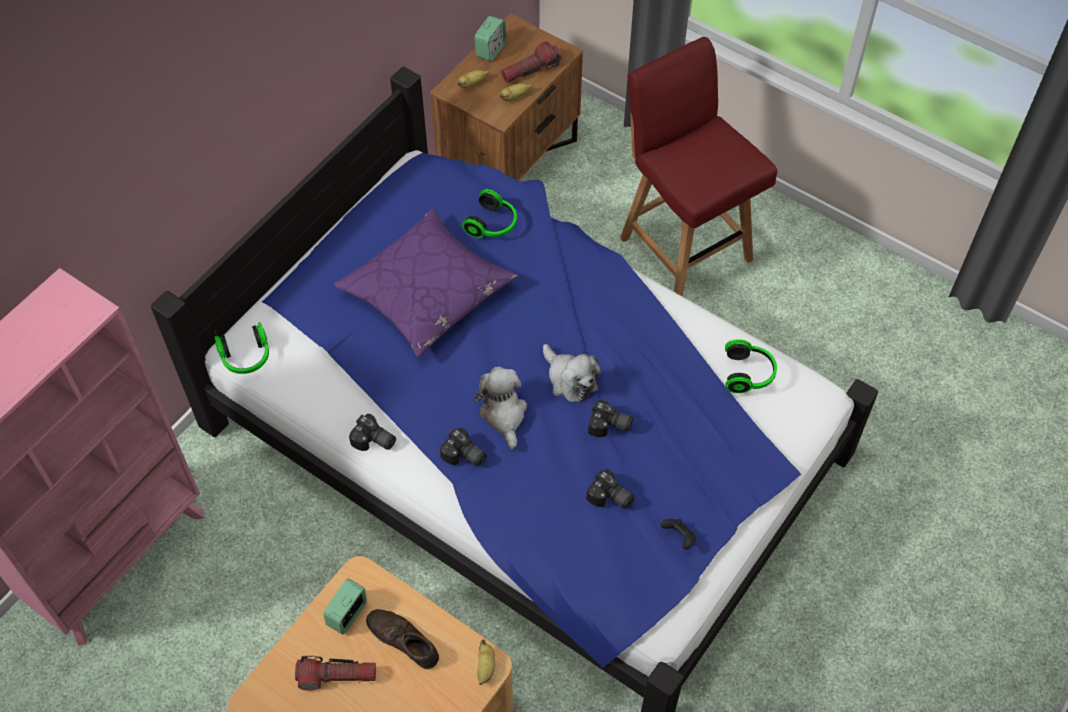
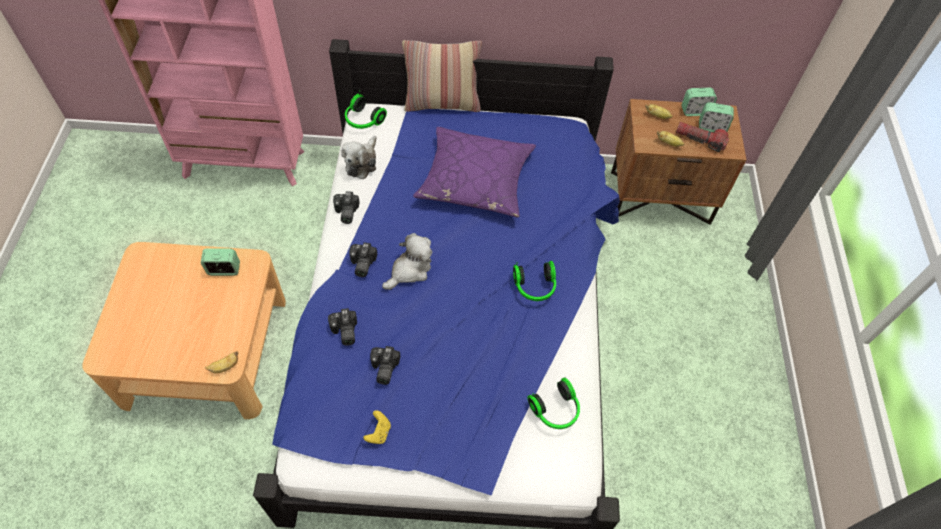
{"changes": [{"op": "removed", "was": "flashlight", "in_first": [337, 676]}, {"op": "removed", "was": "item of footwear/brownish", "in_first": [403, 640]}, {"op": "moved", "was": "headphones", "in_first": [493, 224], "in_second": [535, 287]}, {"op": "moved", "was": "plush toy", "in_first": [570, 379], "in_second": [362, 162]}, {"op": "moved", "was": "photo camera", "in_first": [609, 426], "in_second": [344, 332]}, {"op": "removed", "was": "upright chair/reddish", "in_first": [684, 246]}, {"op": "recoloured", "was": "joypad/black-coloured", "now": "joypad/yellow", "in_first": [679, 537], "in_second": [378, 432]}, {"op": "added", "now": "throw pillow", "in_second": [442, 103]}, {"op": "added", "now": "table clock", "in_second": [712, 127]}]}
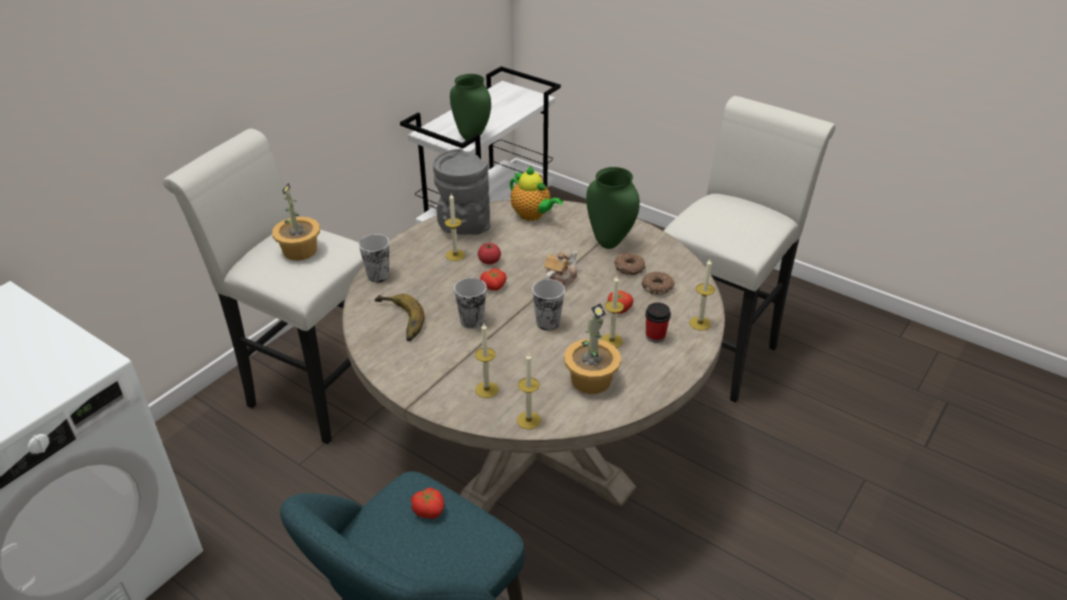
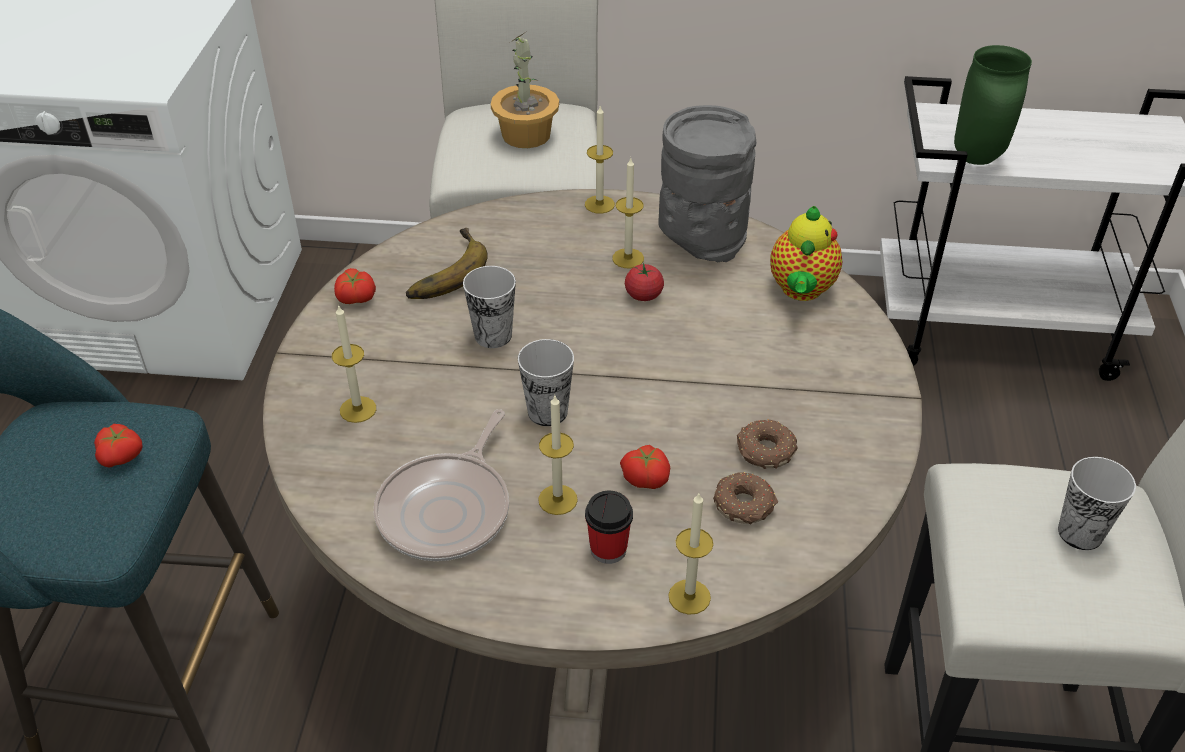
{"changes": [{"op": "moved", "was": "cup", "in_first": [378, 275], "in_second": [1080, 533]}, {"op": "moved", "was": "fresh tomato", "in_first": [494, 287], "in_second": [355, 298]}, {"op": "moved", "was": "wax candle", "in_first": [528, 420], "in_second": [599, 204]}, {"op": "removed", "was": "tea pot", "in_first": [559, 281]}, {"op": "replaced", "was": "plant in a pot", "now": "frying pan", "in_first": [590, 379], "in_second": [448, 509]}, {"op": "removed", "was": "decorative vase/green-coloured", "in_first": [609, 243]}]}
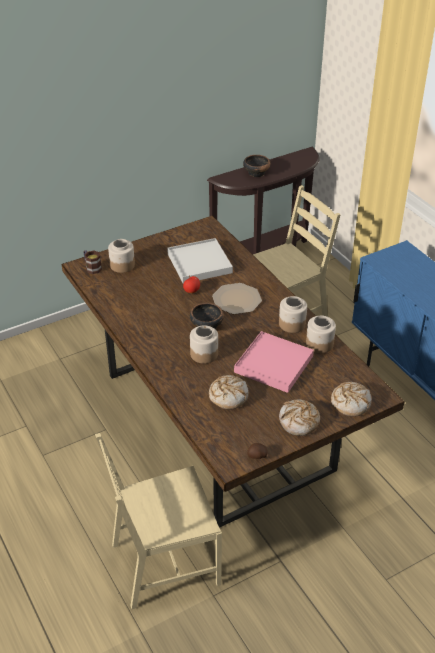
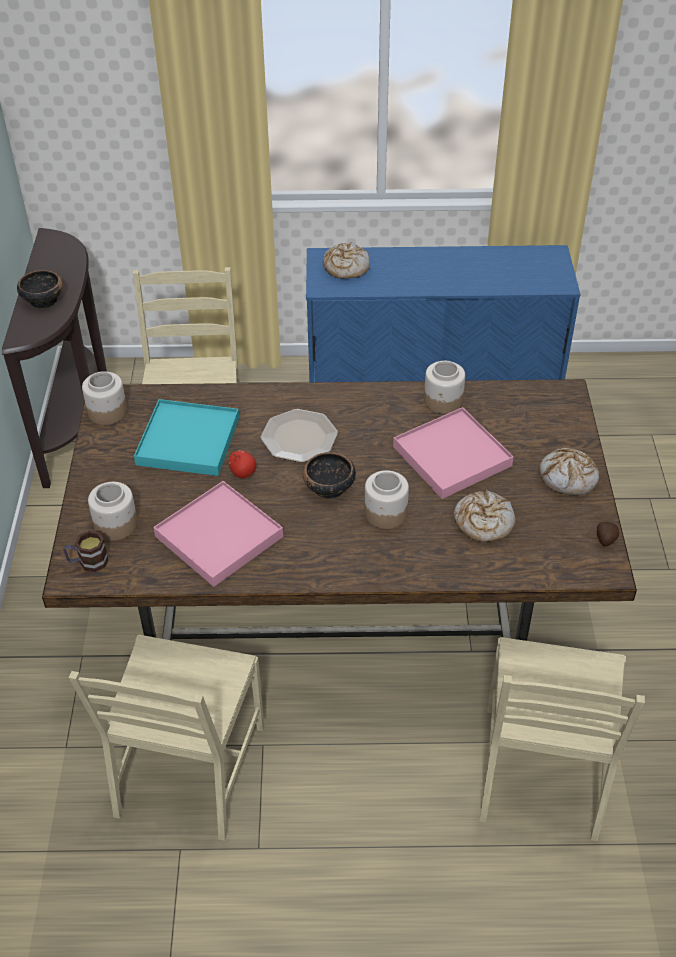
{"changes": [{"op": "recoloured", "was": "tray/whitish", "now": "tray/turquoise", "in_first": [199, 263], "in_second": [188, 441]}, {"op": "moved", "was": "jar", "in_first": [291, 324], "in_second": [107, 412]}, {"op": "moved", "was": "bread", "in_first": [350, 403], "in_second": [345, 267]}, {"op": "added", "now": "upright chair/sand-coloured", "in_second": [189, 771]}, {"op": "added", "now": "tray/pink-coloured", "in_second": [218, 536]}]}
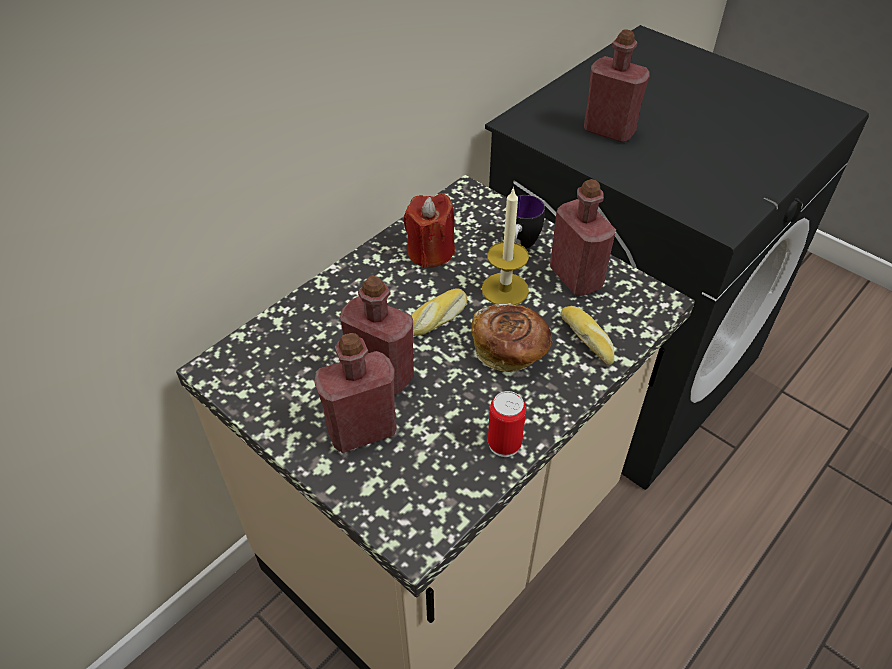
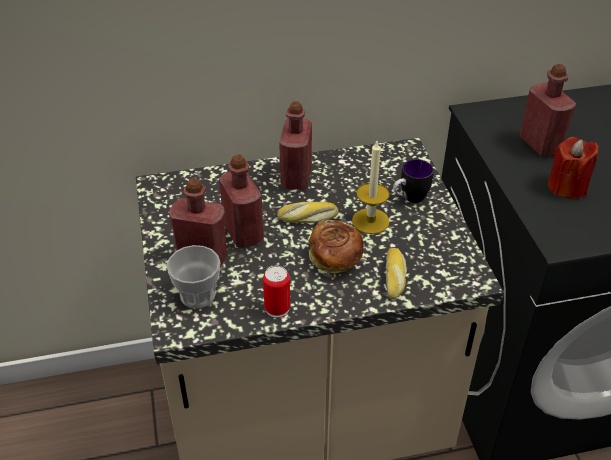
{"changes": [{"op": "moved", "was": "wax candle/reddish", "in_first": [430, 252], "in_second": [567, 187]}, {"op": "moved", "was": "bottle/reddish", "in_first": [576, 277], "in_second": [296, 178]}, {"op": "added", "now": "cup", "in_second": [197, 295]}]}
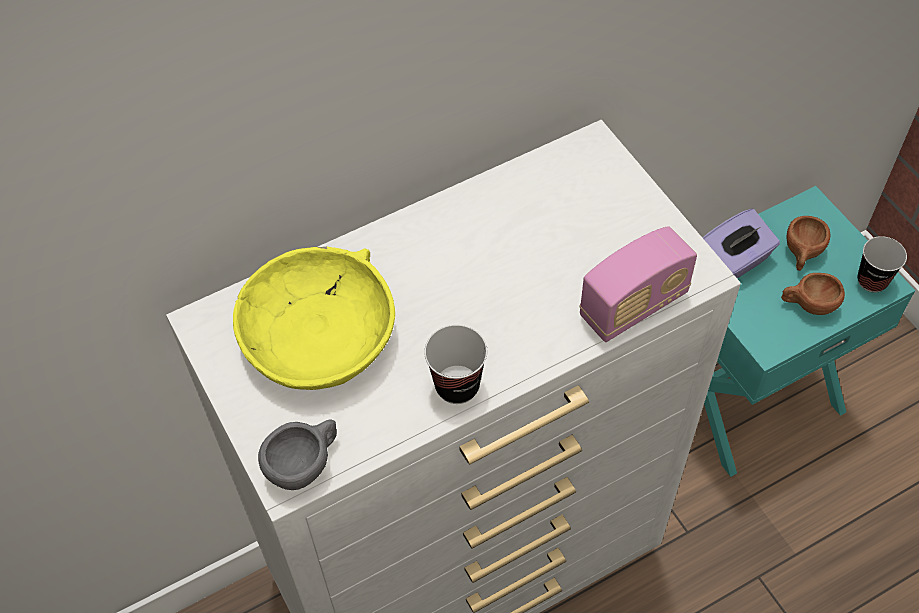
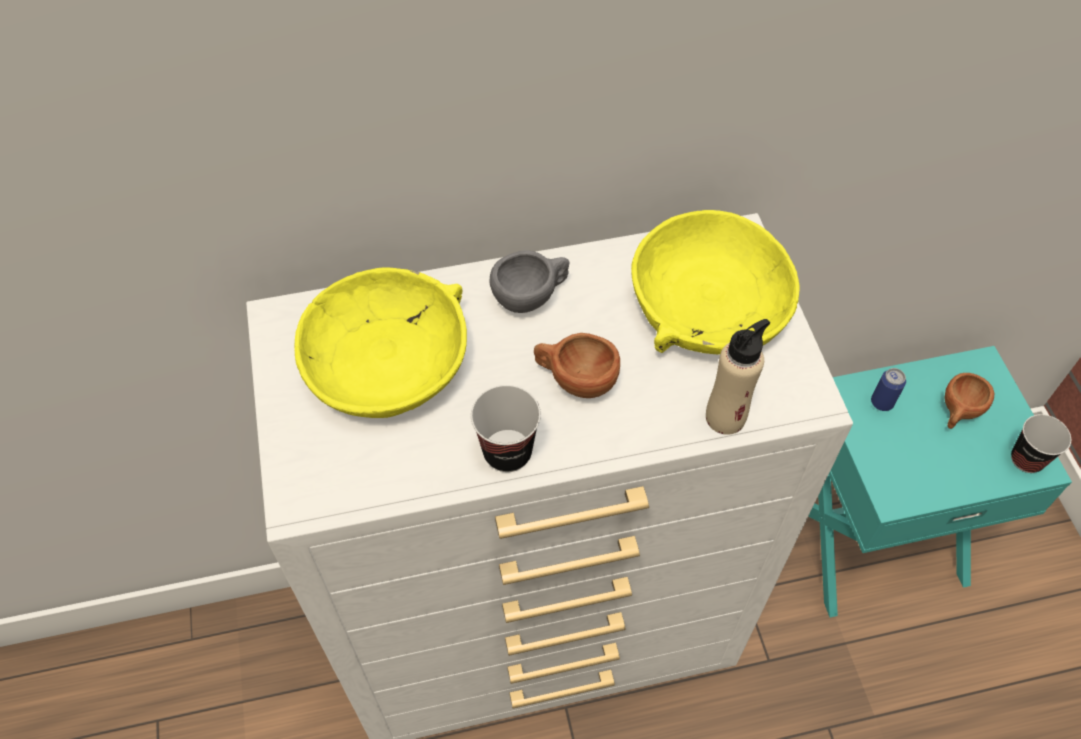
{"changes": [{"op": "moved", "was": "cup/grey", "in_first": [305, 464], "in_second": [532, 296]}, {"op": "replaced", "was": "radio set", "now": "bottle/sand-coloured", "in_first": [633, 306], "in_second": [725, 417]}, {"op": "replaced", "was": "tissue box/purplish", "now": "can", "in_first": [733, 262], "in_second": [882, 402]}, {"op": "moved", "was": "cup/brownish", "in_first": [808, 305], "in_second": [574, 379]}, {"op": "added", "now": "deep dish/yellow", "in_second": [709, 303]}]}
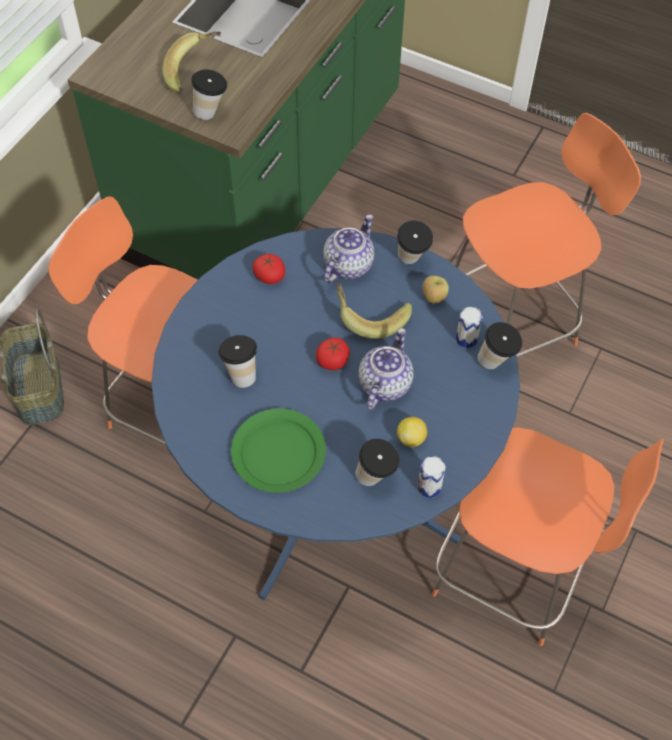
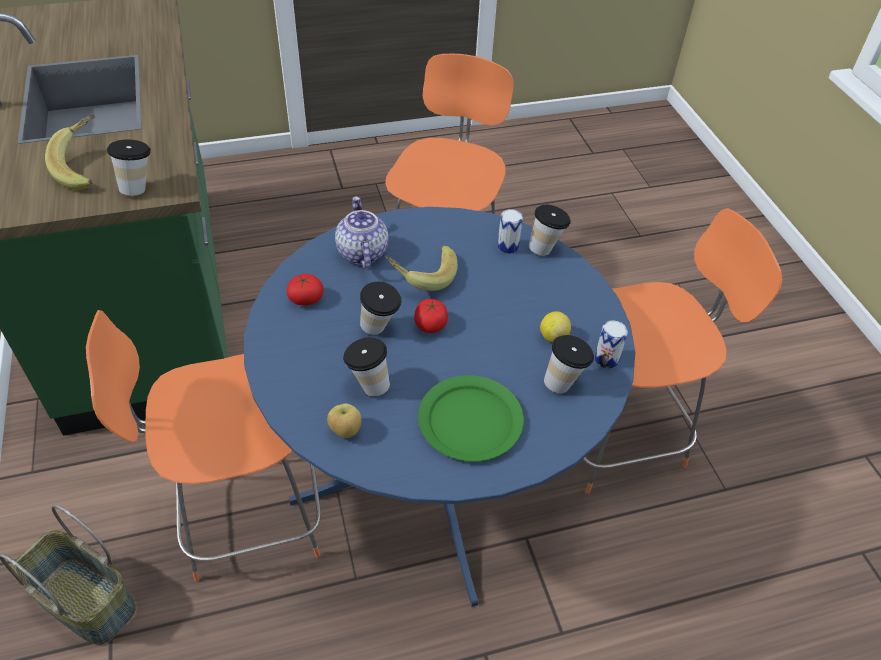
{"changes": [{"op": "removed", "was": "tea pot", "in_first": [384, 383]}, {"op": "moved", "was": "cup", "in_first": [411, 261], "in_second": [380, 329]}, {"op": "moved", "was": "whole apple", "in_first": [433, 298], "in_second": [345, 431]}]}
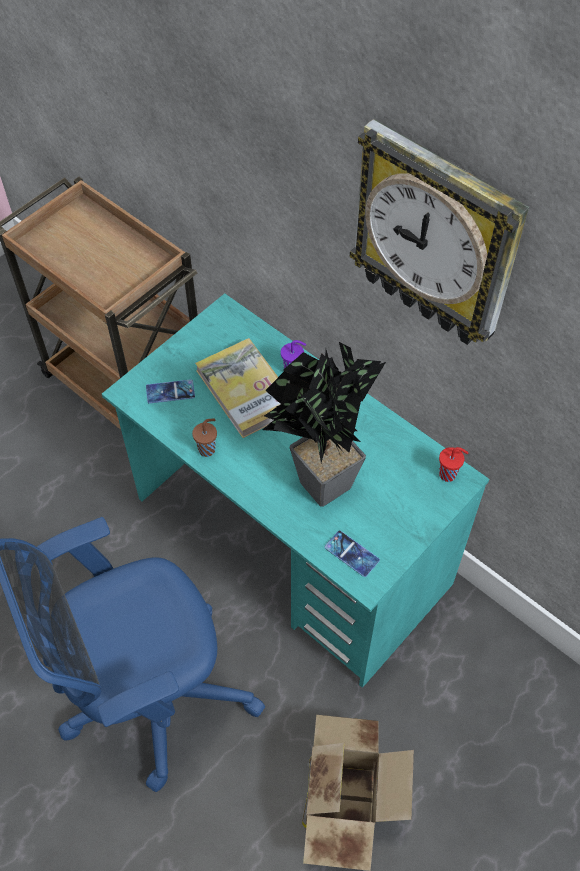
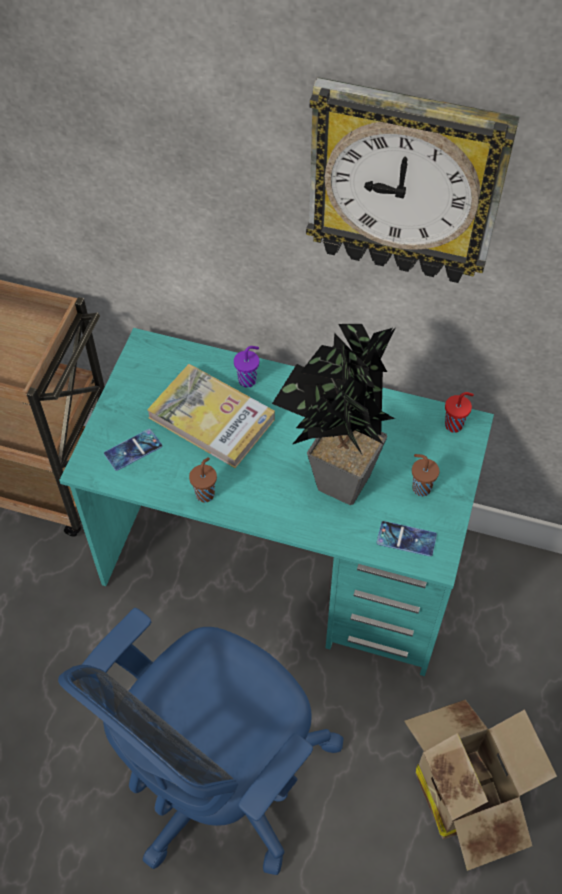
{"changes": [{"op": "added", "now": "cup/brownish", "in_second": [420, 487]}]}
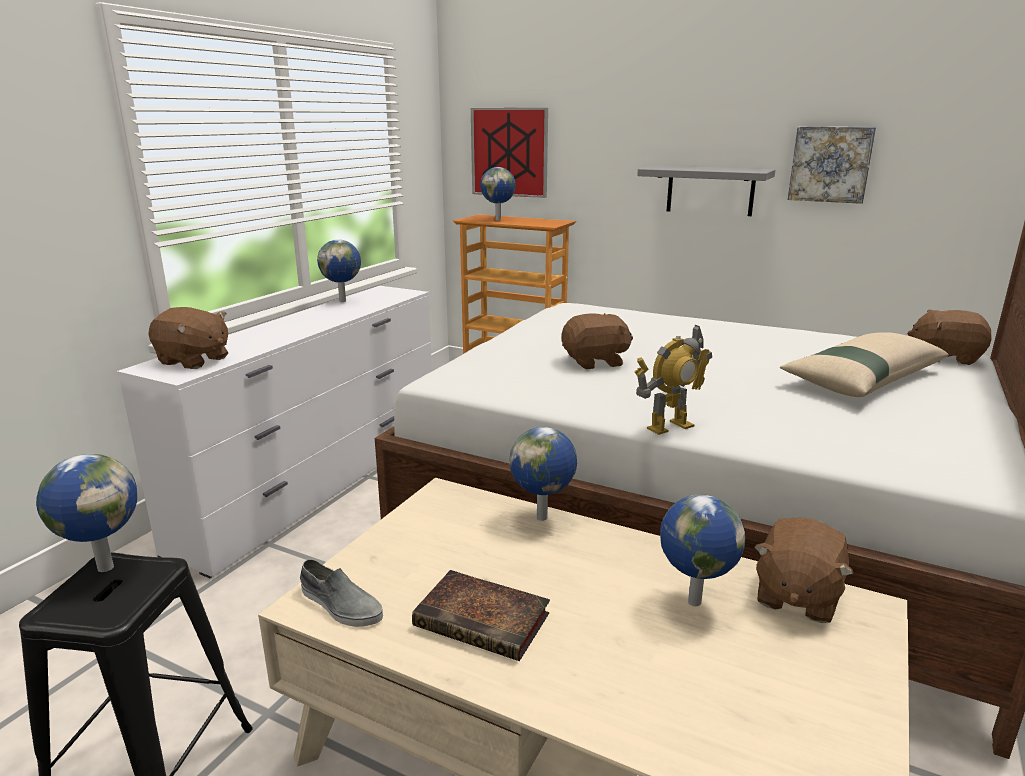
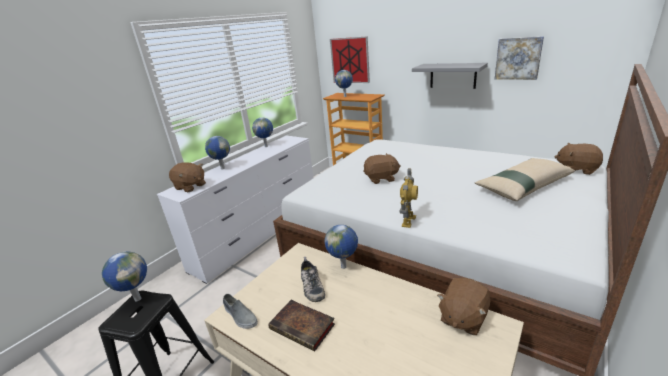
{"changes": [{"op": "turned", "was": "model robot", "in_first": [669, 426], "in_second": [408, 221], "clockwise": -45}, {"op": "moved", "was": "desk globe", "in_first": [692, 601], "in_second": [222, 168]}, {"op": "added", "now": "item of footwear", "in_second": [311, 286]}]}
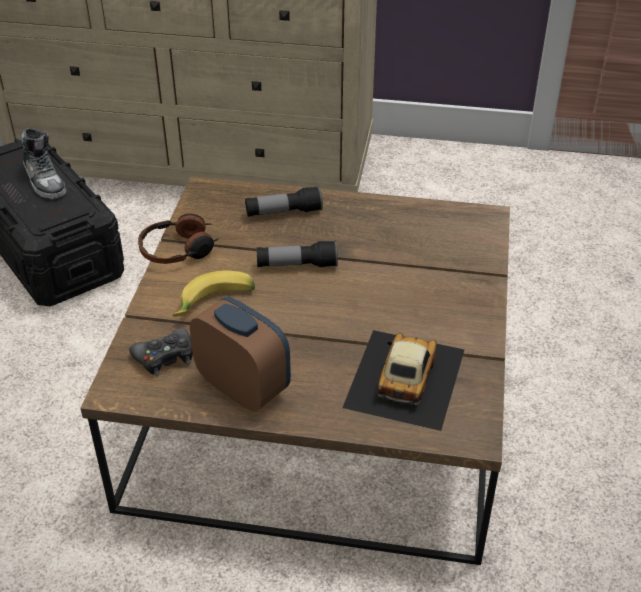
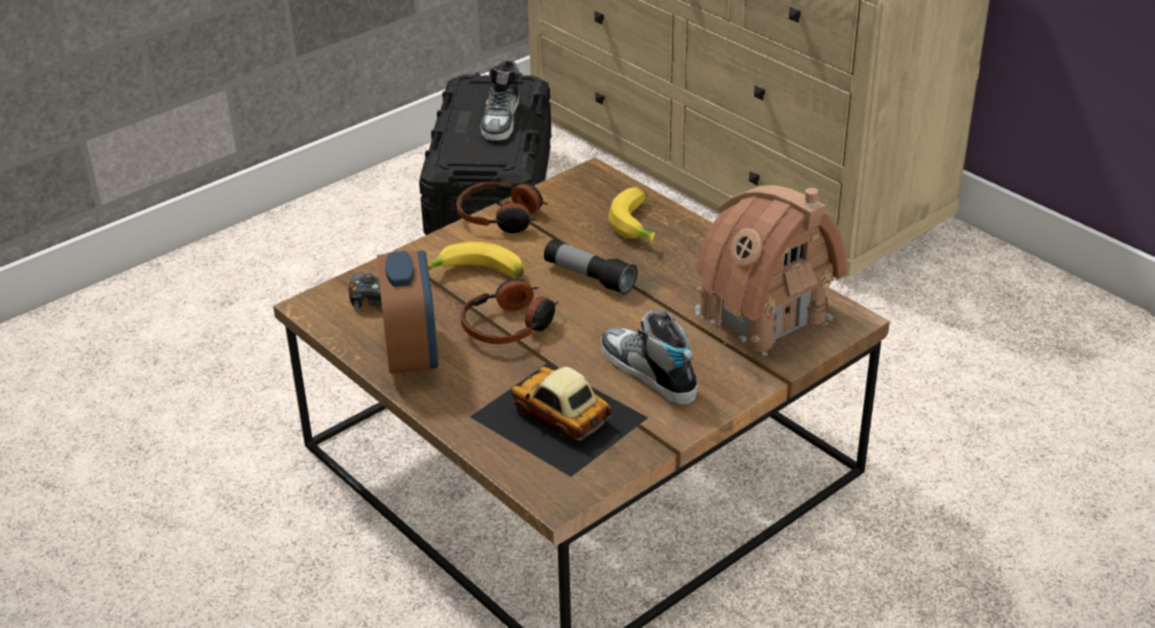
{"changes": [{"op": "replaced", "was": "flashlight", "now": "whole banana", "in_first": [283, 212], "in_second": [639, 226]}, {"op": "turned", "was": "toy car", "in_first": [404, 378], "in_second": [558, 418], "clockwise": -105}, {"op": "added", "now": "headphones", "in_second": [510, 325]}, {"op": "added", "now": "item of footwear", "in_second": [648, 372]}, {"op": "added", "now": "miniature house", "in_second": [763, 316]}]}
